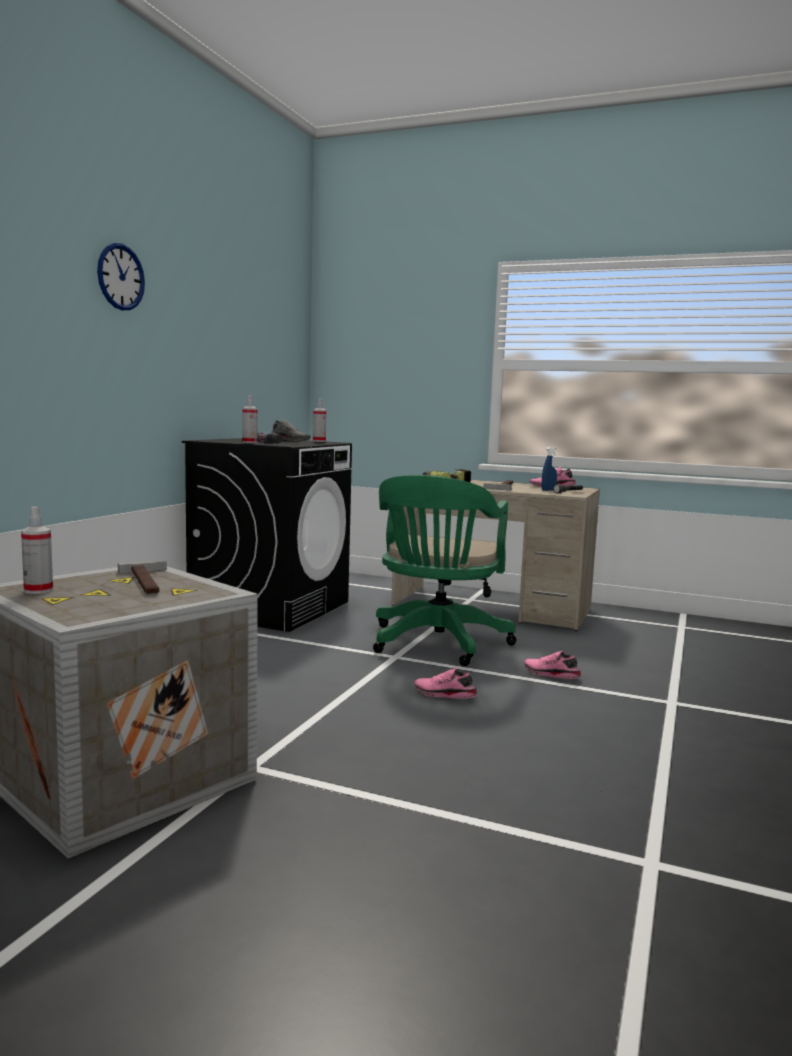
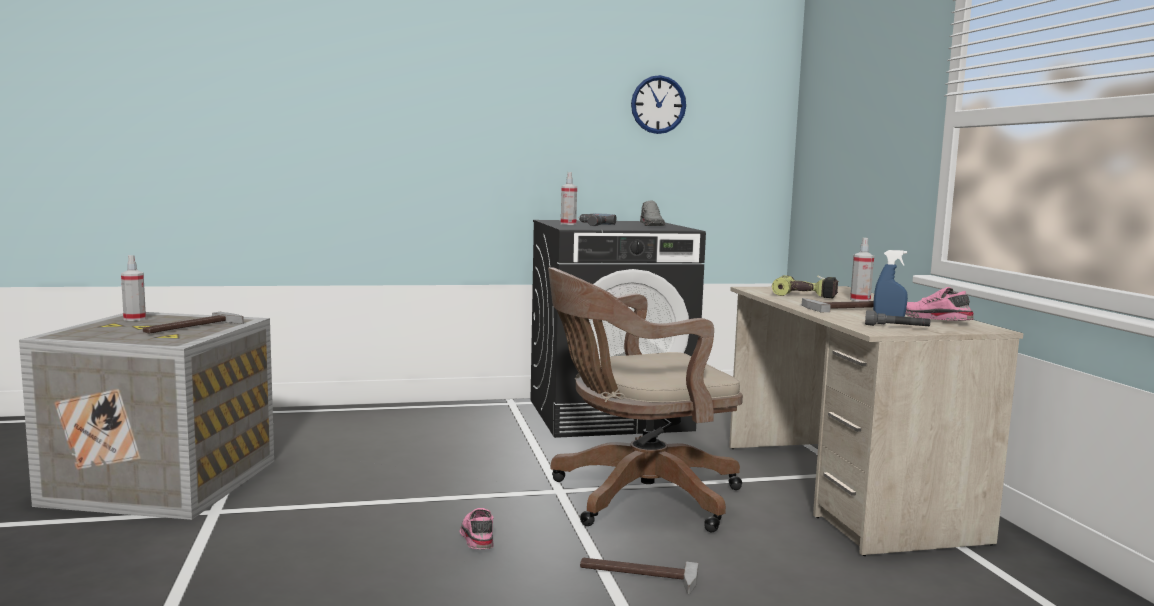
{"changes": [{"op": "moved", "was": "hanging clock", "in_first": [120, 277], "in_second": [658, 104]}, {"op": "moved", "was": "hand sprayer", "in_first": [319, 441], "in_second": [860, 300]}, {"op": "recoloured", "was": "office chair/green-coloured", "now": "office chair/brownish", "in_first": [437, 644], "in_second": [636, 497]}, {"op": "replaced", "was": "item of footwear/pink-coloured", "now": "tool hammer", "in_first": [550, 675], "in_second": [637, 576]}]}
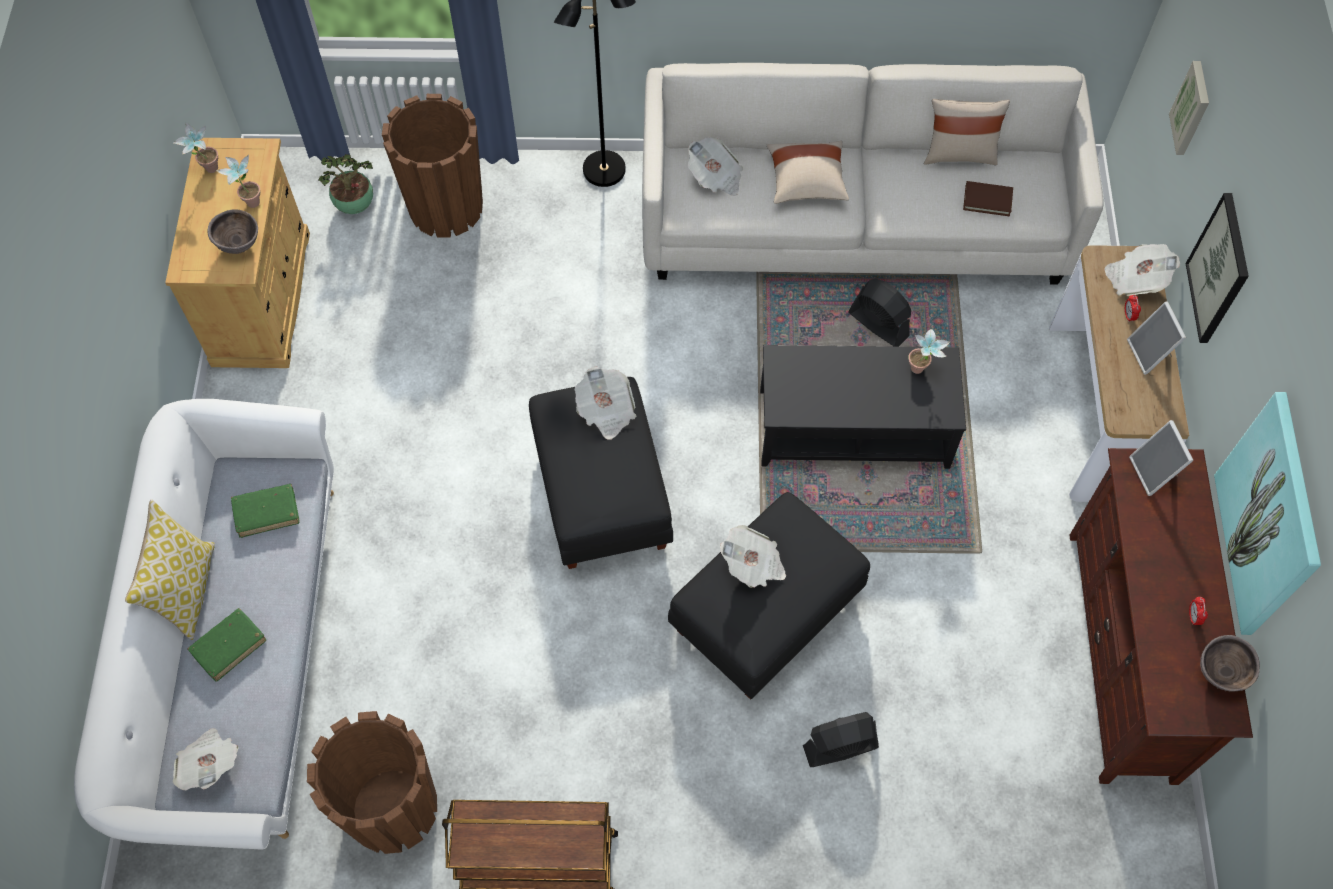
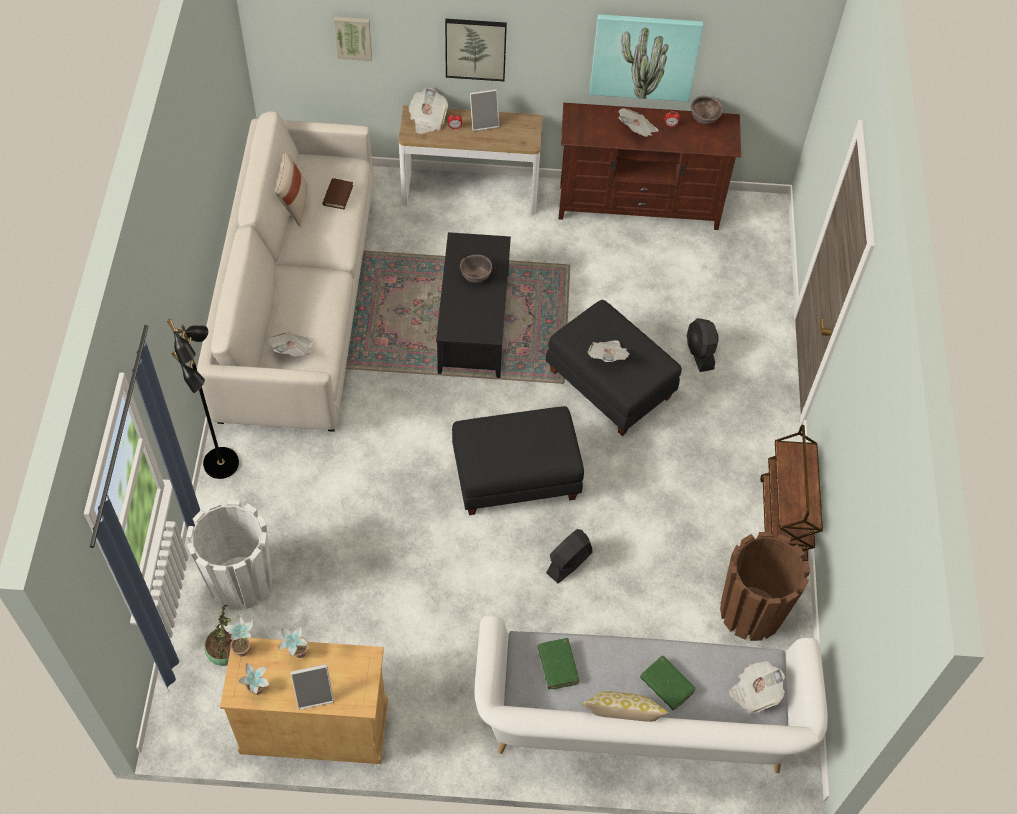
{"changes": [{"op": "moved", "was": "deep dish/brownish", "in_first": [239, 245], "in_second": [476, 277]}, {"op": "recoloured", "was": "flower pot/brownish", "now": "flower pot/whitish", "in_first": [446, 207], "in_second": [240, 581]}, {"op": "moved", "was": "printed paper", "in_first": [606, 411], "in_second": [637, 130]}, {"op": "removed", "was": "throw pillow/sand-coloured", "in_first": [806, 181]}, {"op": "moved", "was": "cooling fan/black-coloured", "in_first": [878, 324], "in_second": [568, 563]}, {"op": "moved", "was": "plant in a pot", "in_first": [921, 370], "in_second": [244, 648]}, {"op": "moved", "was": "photo frame", "in_first": [1154, 472], "in_second": [314, 694]}]}
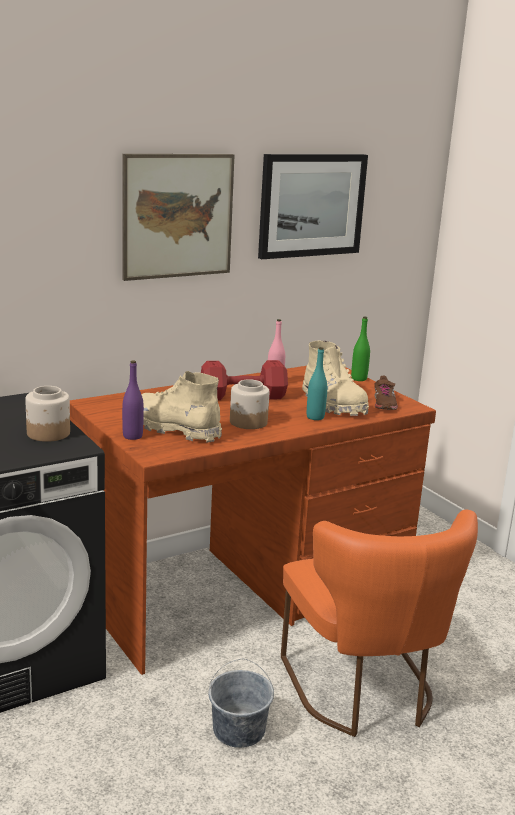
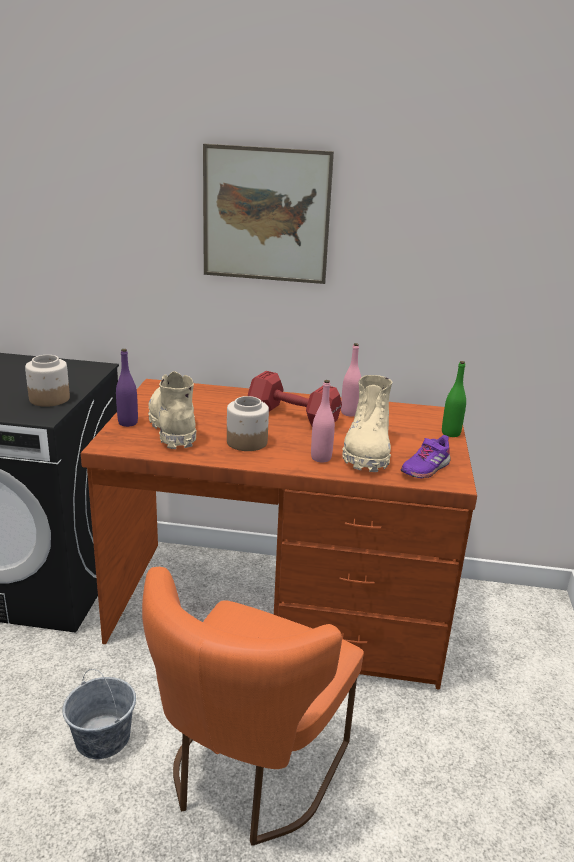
{"changes": [{"op": "removed", "was": "wall picture", "in_first": [311, 205]}, {"op": "recoloured", "was": "bottle/turquoise", "now": "bottle/pink-coloured", "in_first": [315, 417], "in_second": [321, 458]}, {"op": "recoloured", "was": "item of footwear/brownish", "now": "item of footwear/purplish", "in_first": [384, 404], "in_second": [425, 468]}]}
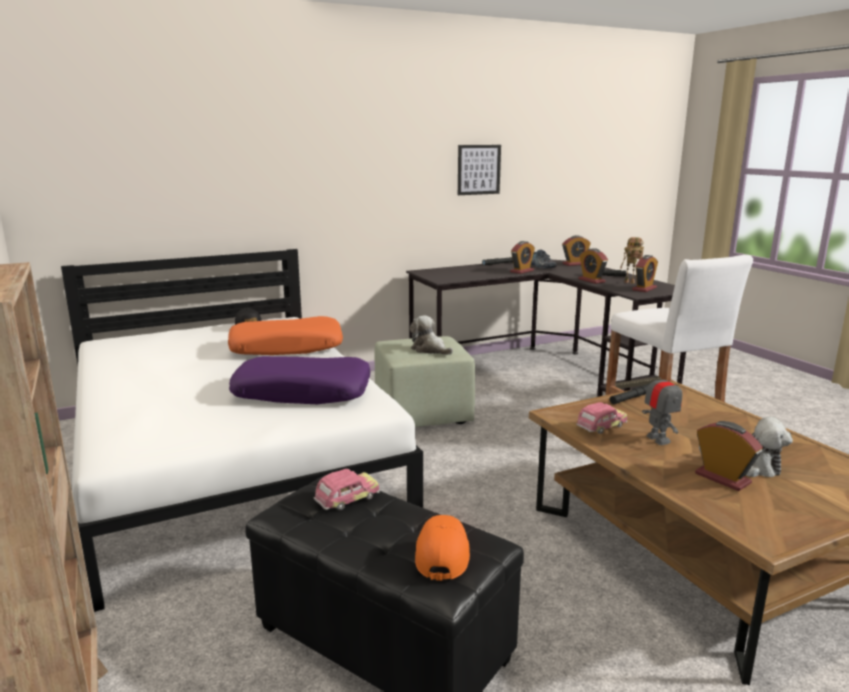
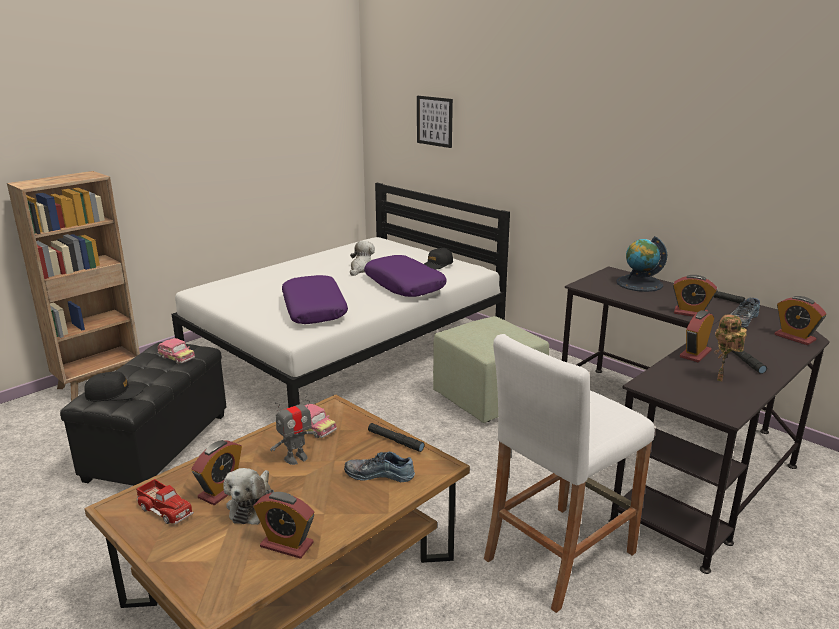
{"changes": [{"op": "recoloured", "was": "throw pillow/orange-coloured", "now": "throw pillow/purplish", "in_first": [287, 347], "in_second": [405, 285]}, {"op": "moved", "was": "plush toy", "in_first": [430, 350], "in_second": [361, 269]}, {"op": "recoloured", "was": "peaked cap/orange-coloured", "now": "peaked cap/black-coloured", "in_first": [442, 553], "in_second": [115, 394]}, {"op": "moved", "was": "wall picture", "in_first": [478, 169], "in_second": [434, 121]}, {"op": "moved", "was": "table clock", "in_first": [644, 289], "in_second": [286, 545]}, {"op": "added", "now": "model truck", "in_second": [165, 509]}, {"op": "added", "now": "item of footwear", "in_second": [380, 474]}, {"op": "added", "now": "desk globe", "in_second": [639, 283]}]}
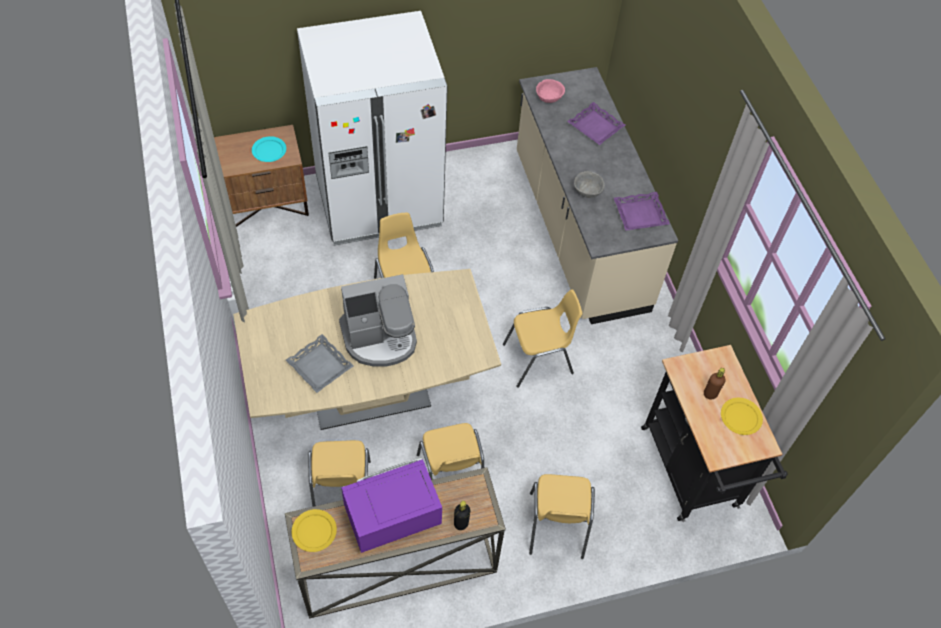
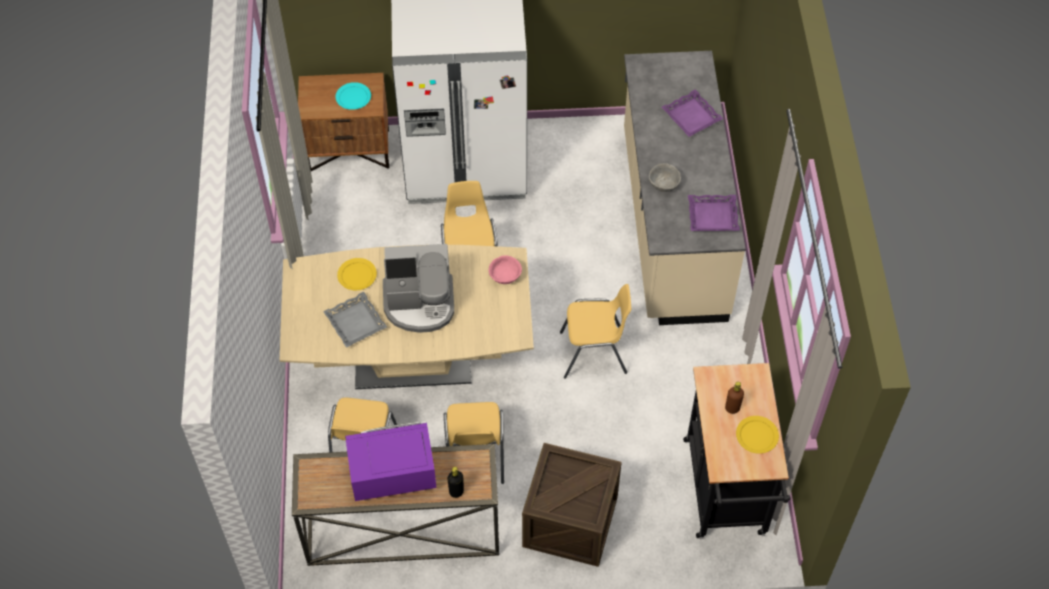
{"changes": [{"op": "moved", "was": "plate/yellow", "in_first": [314, 531], "in_second": [357, 275]}, {"op": "replaced", "was": "upright chair/yellow", "now": "crate", "in_first": [556, 526], "in_second": [570, 522]}, {"op": "moved", "was": "deep dish/pink-coloured", "in_first": [549, 98], "in_second": [505, 277]}]}
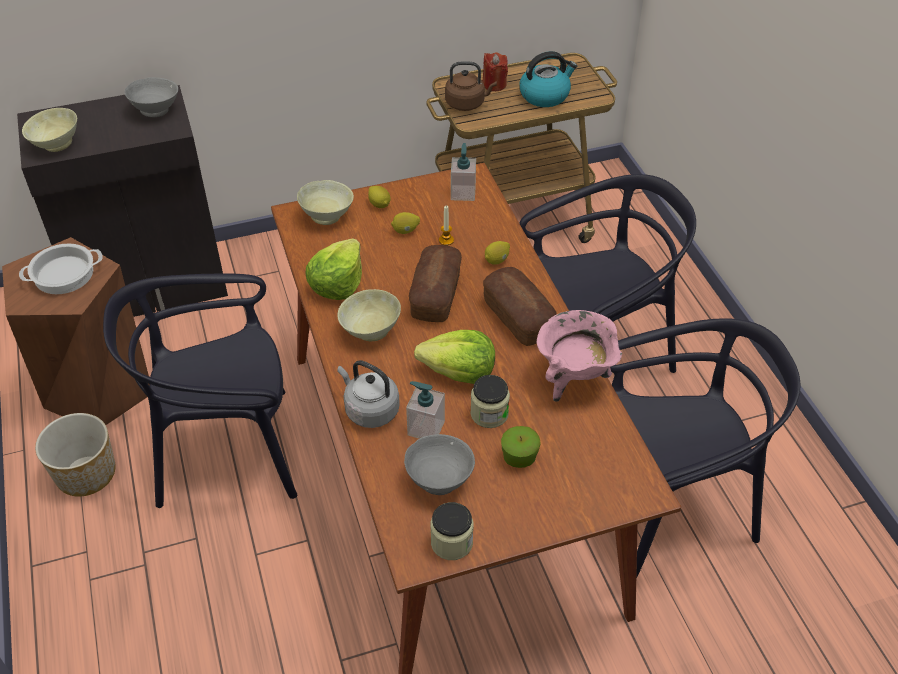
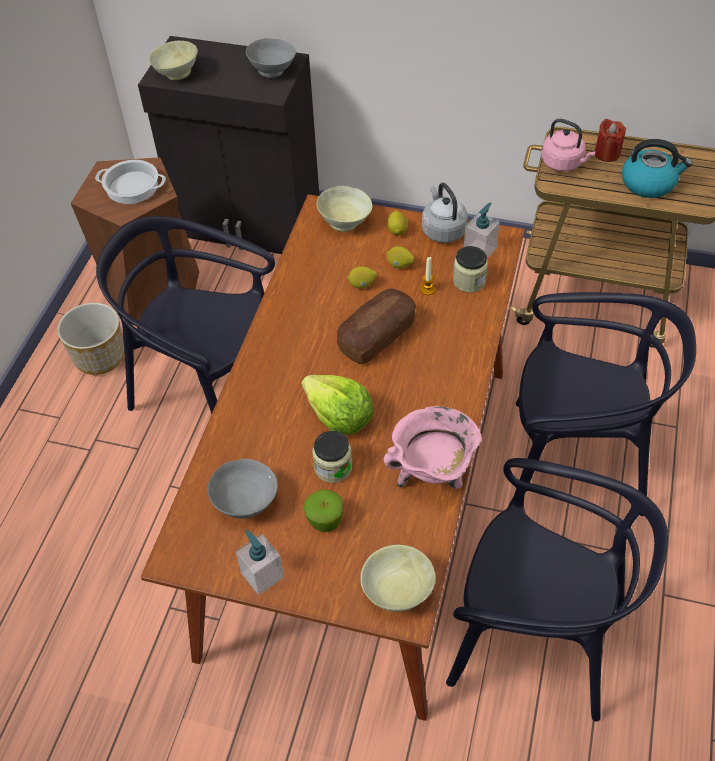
{"changes": [{"op": "removed", "was": "lettuce head", "in_first": [337, 283]}, {"op": "moved", "was": "deep dish/sand-coloured", "in_first": [370, 330], "in_second": [397, 590]}, {"op": "moved", "was": "kettle/grey", "in_first": [369, 410], "in_second": [442, 230]}, {"op": "moved", "was": "soap bottle", "in_first": [426, 428], "in_second": [262, 575]}, {"op": "moved", "was": "jar", "in_first": [451, 542], "in_second": [469, 281]}, {"op": "recoloured", "was": "kettle/brownish", "now": "kettle/pink-coloured", "in_first": [467, 103], "in_second": [564, 163]}, {"op": "removed", "was": "bread", "in_first": [518, 317]}, {"op": "moved", "was": "citrus fruit", "in_first": [497, 260], "in_second": [362, 285]}]}
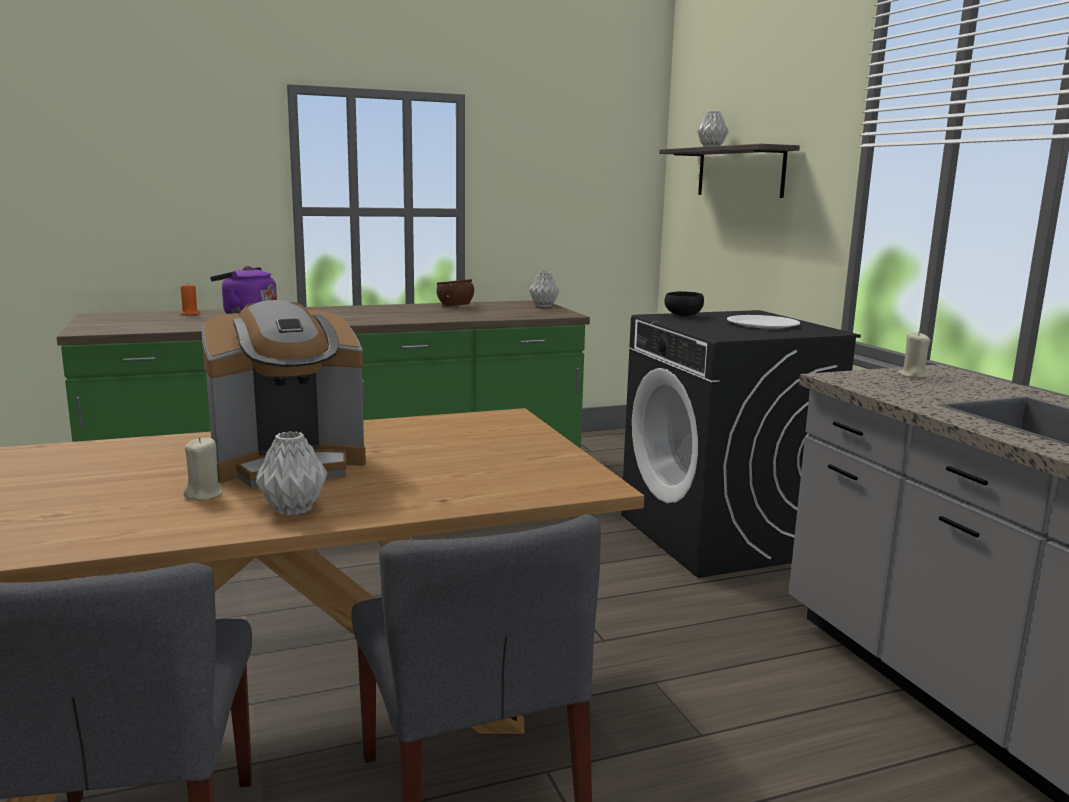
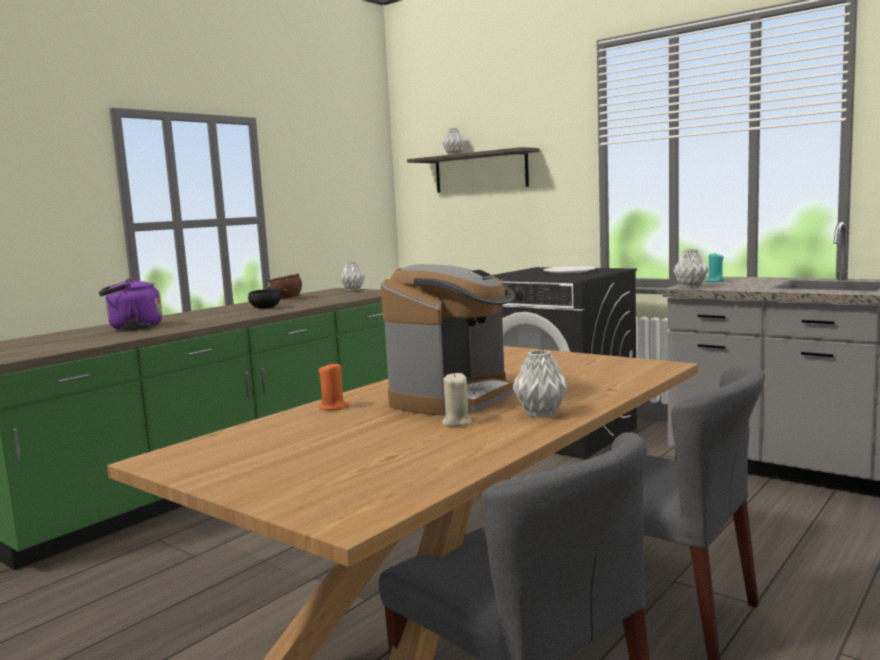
{"changes": [{"op": "moved", "was": "wax candle/orange-coloured", "in_first": [190, 313], "in_second": [333, 407]}, {"op": "moved", "was": "deep dish/black-coloured", "in_first": [683, 315], "in_second": [265, 308]}, {"op": "recoloured", "was": "wax candle/sand-coloured", "now": "wax candle/turquoise", "in_first": [912, 375], "in_second": [715, 281]}, {"op": "added", "now": "decorative vase/grey", "in_second": [690, 287]}]}
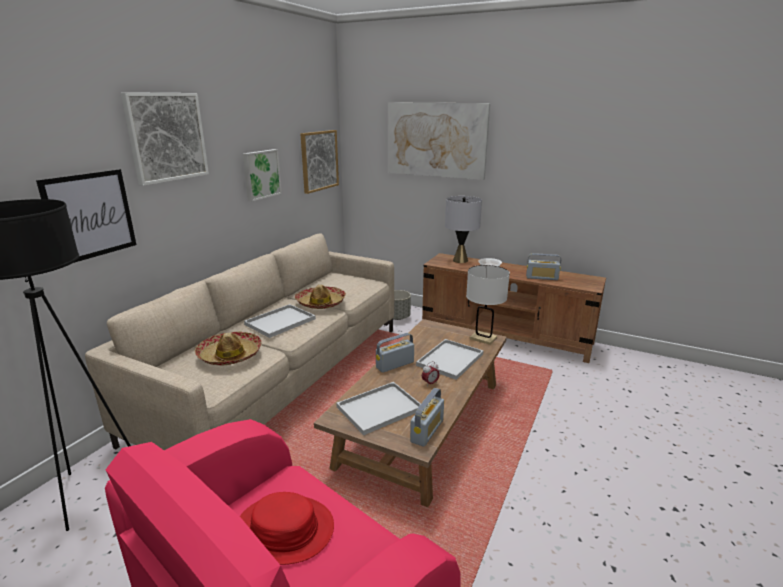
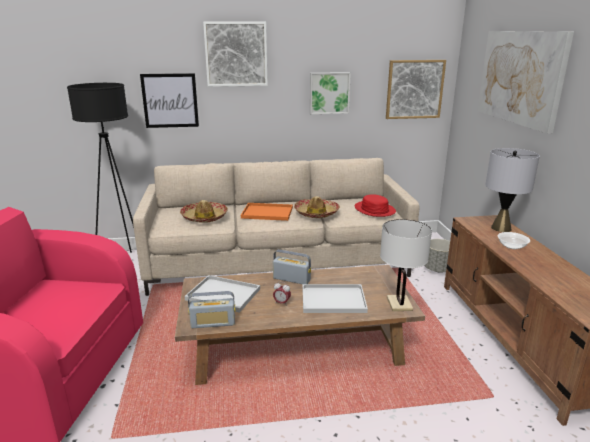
{"changes": [{"op": "moved", "was": "wearable hat/reddish", "in_first": [284, 530], "in_second": [374, 210]}, {"op": "recoloured", "was": "tray/whitish", "now": "tray/orange-coloured", "in_first": [279, 322], "in_second": [266, 213]}, {"op": "removed", "was": "radio set", "in_first": [542, 277]}]}
